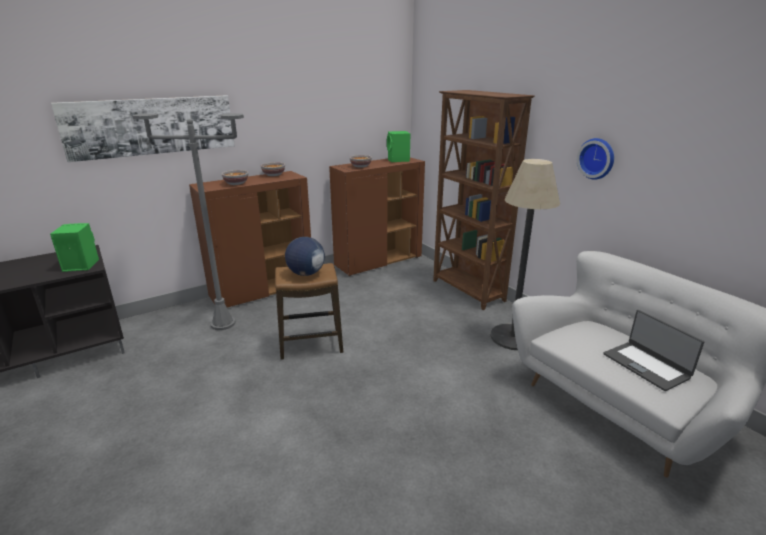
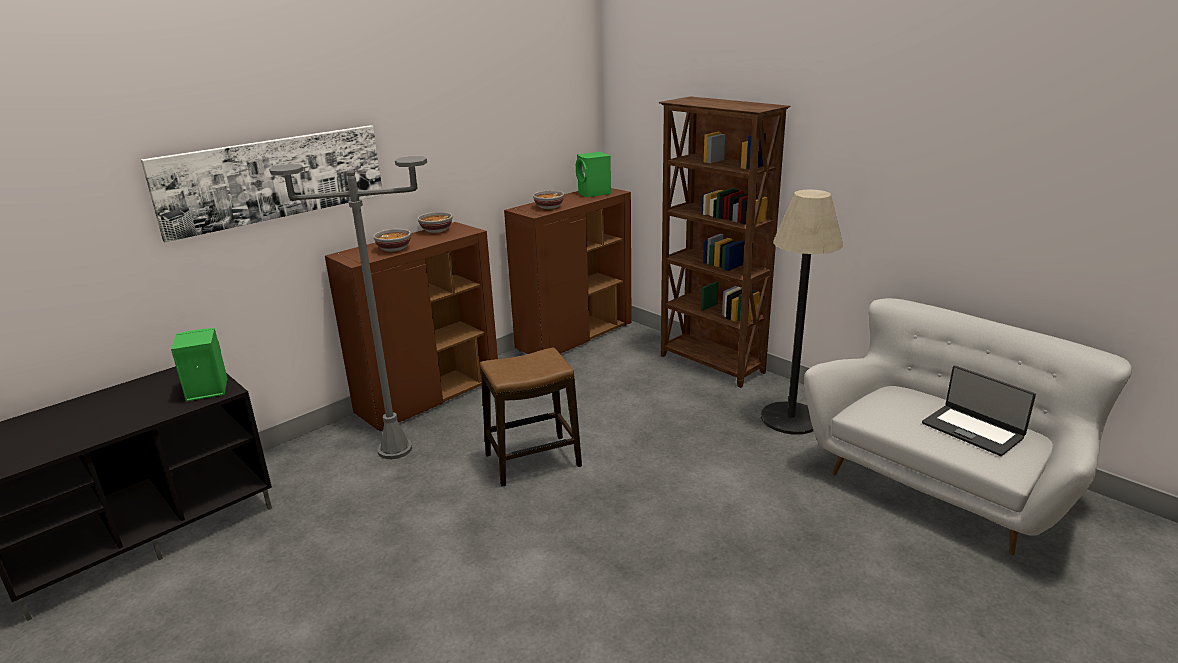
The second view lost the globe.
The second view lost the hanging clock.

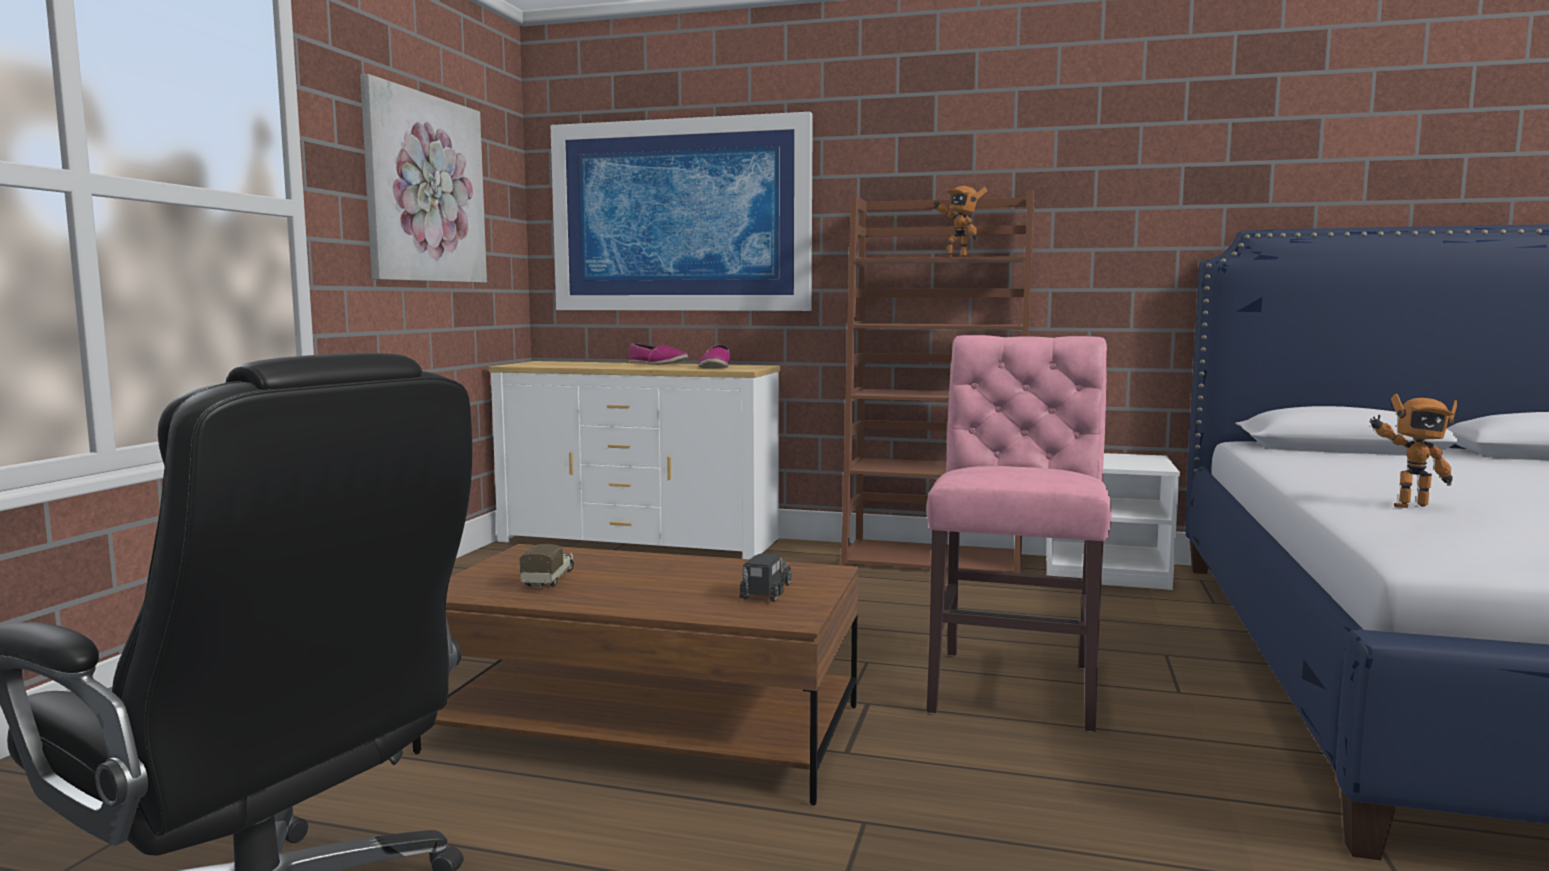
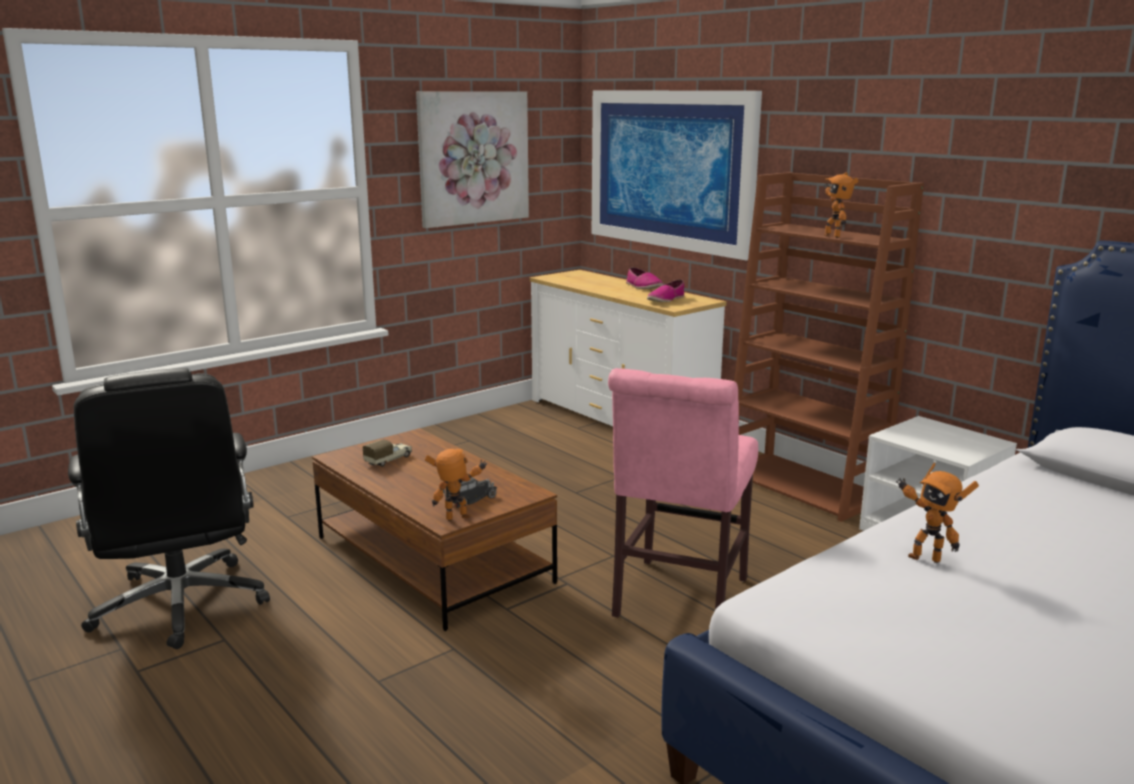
The second view gained the model robot (no. 1 from left).
The pink plain chair ended up facing another way, 150 degrees clockwise from before.

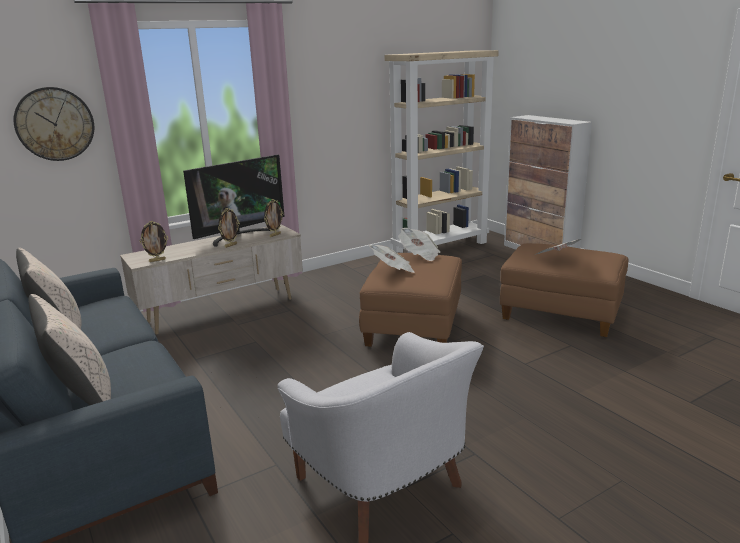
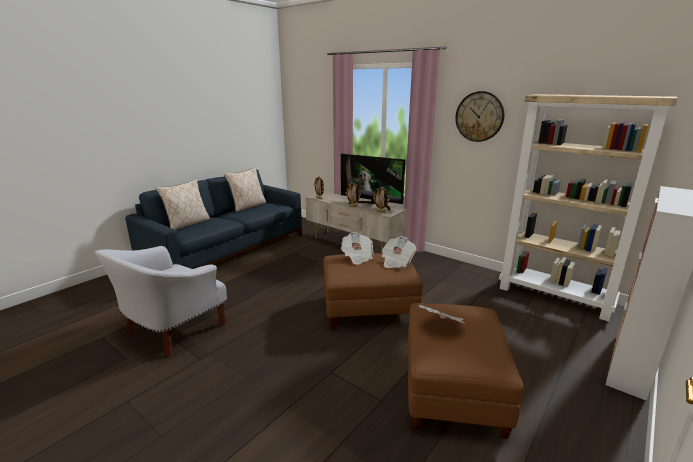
The hanging clock ended up elsewhere.

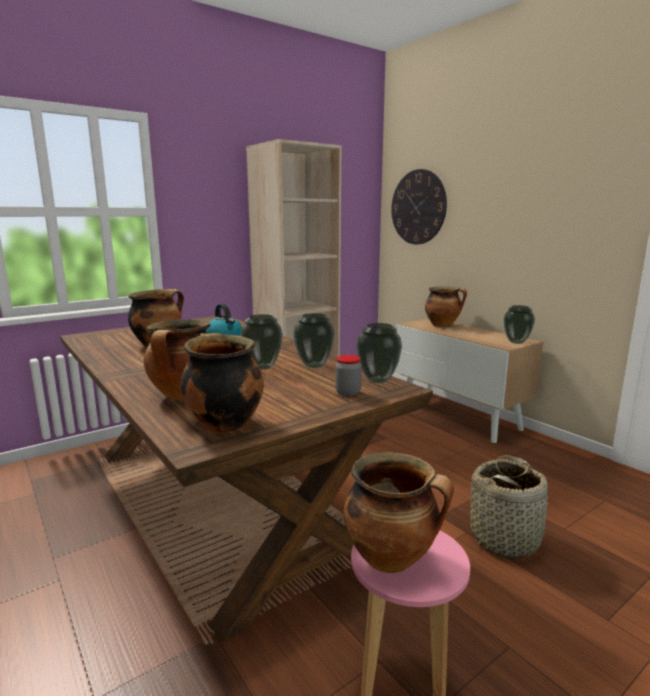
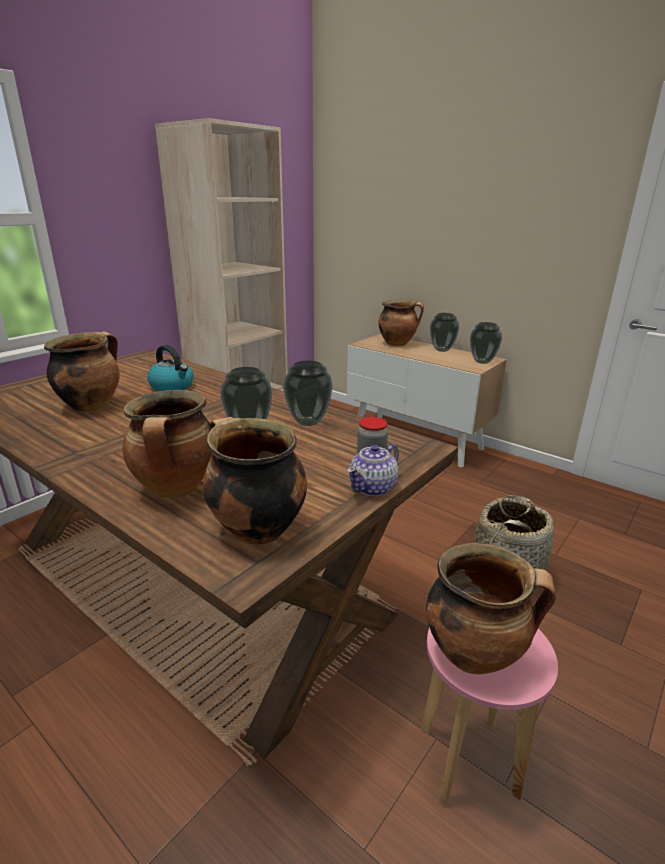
The second view lost the hanging clock.
The second view gained the pot for tea.
The vase (no. 3 from left) ended up elsewhere.

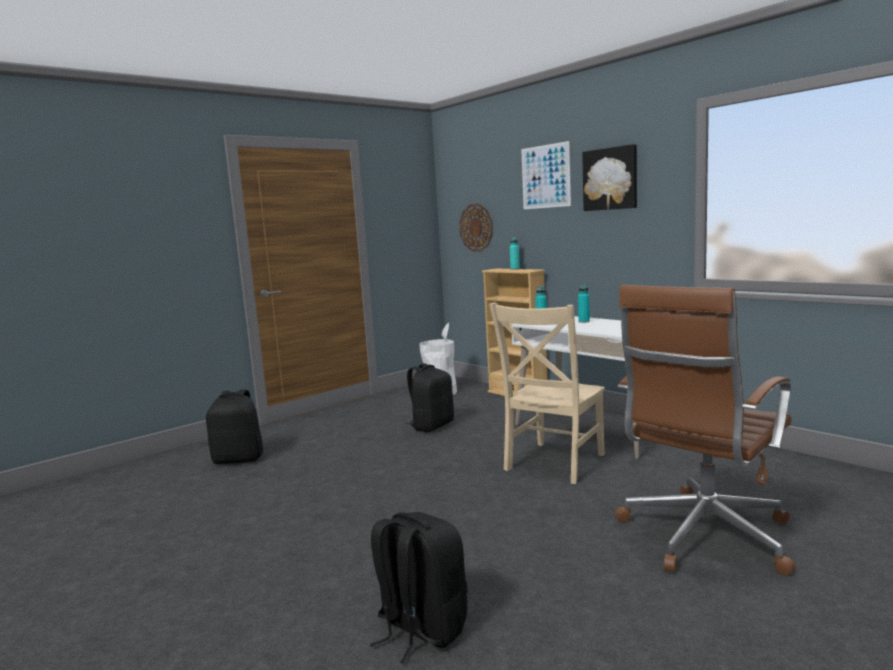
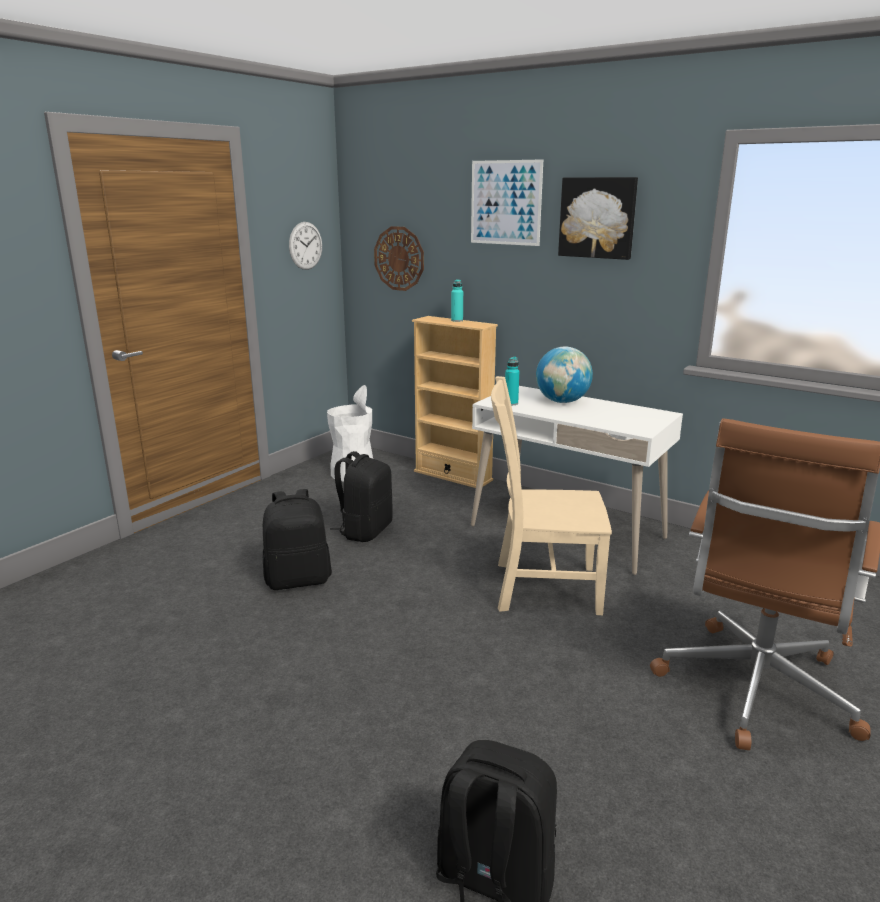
The second view gained the hanging clock (no. 1 from left).
The black-coloured backpack (no. 1 from left) ended up elsewhere.
Where the blue-green beverage bottle (no. 3 from left) stood, the globe came to stand.
The beige plain chair ended up facing another way, 75 degrees clockwise from before.

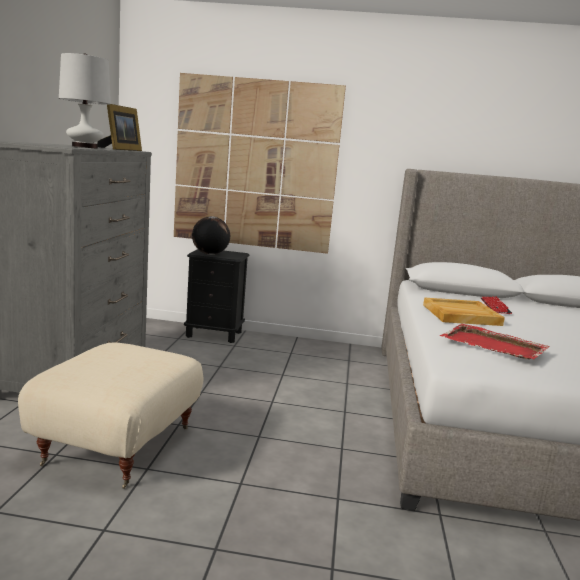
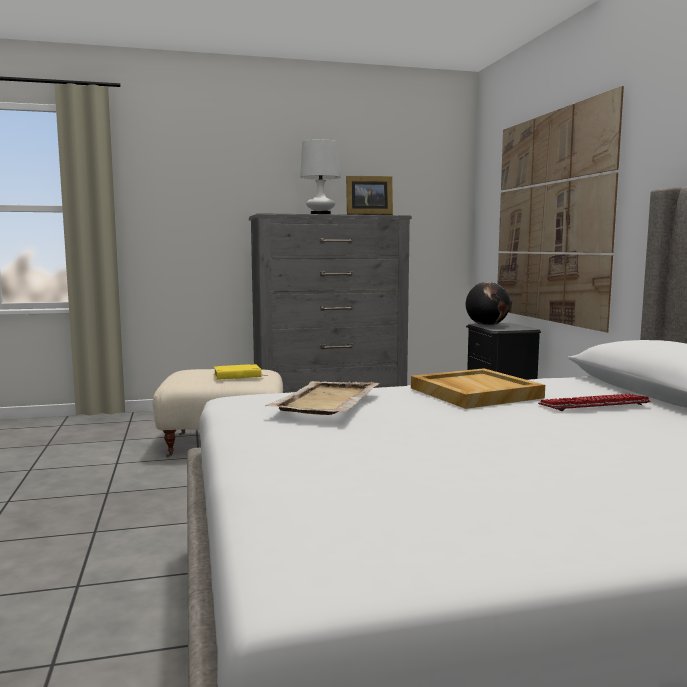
The second view gained the yellow-coloured book.
What was the reddish tray turned into the beige tray (no. 1 from left).

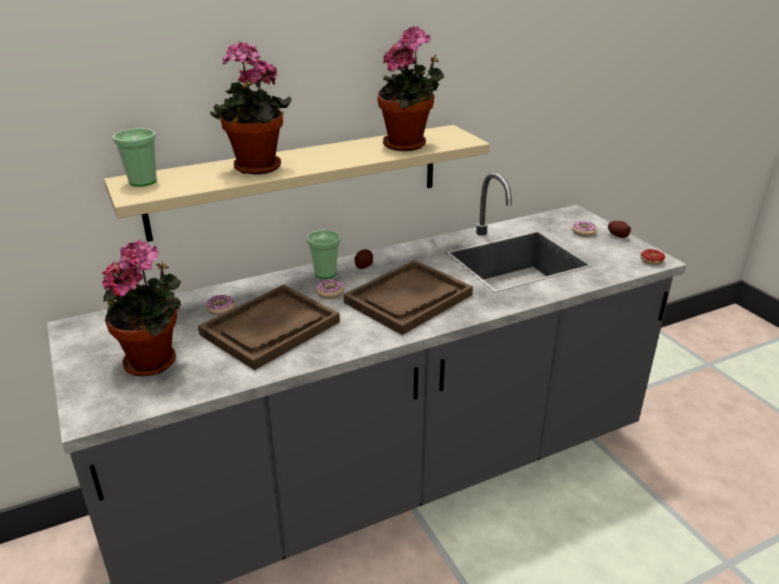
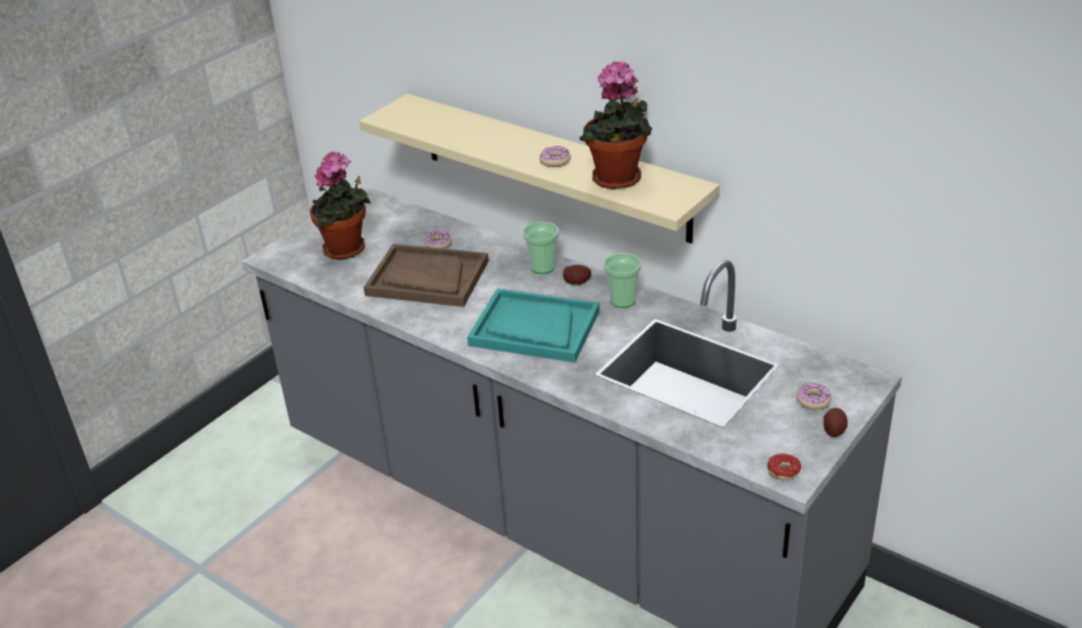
The second view lost the potted plant (no. 2 from left).
The drinking cup (no. 1 from left in the first image) ended up elsewhere.
The ring doughnut (no. 2 from left) ended up elsewhere.
What was the brown-coloured tray (no. 2 from left) turned into the blue-green tray.

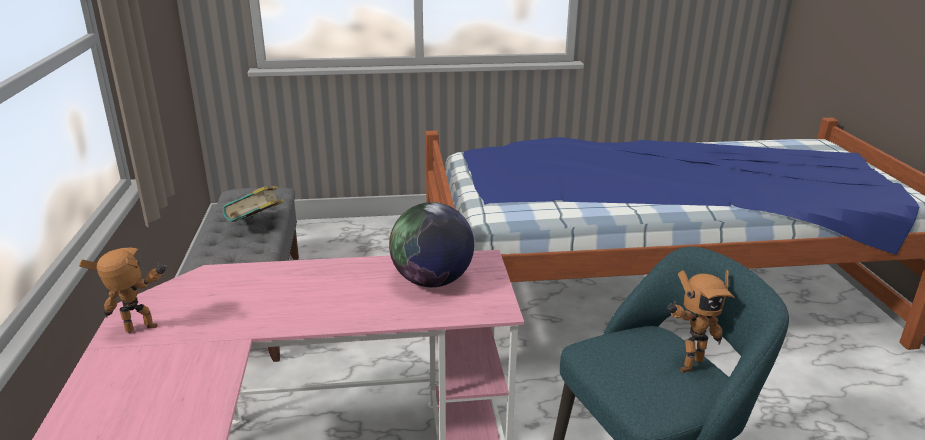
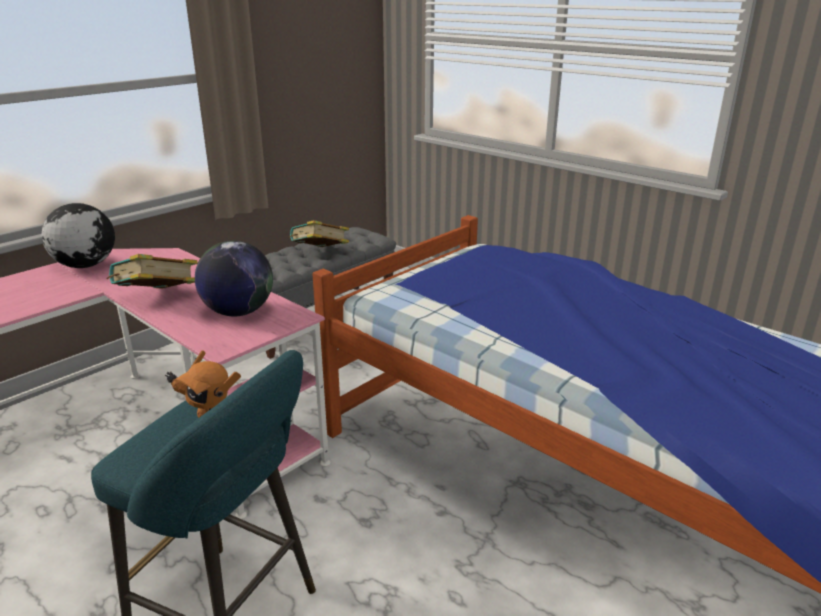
The second view gained the book (no. 1 from left).
Where the model robot (no. 1 from left) stood, the globe (no. 1 from left) came to stand.

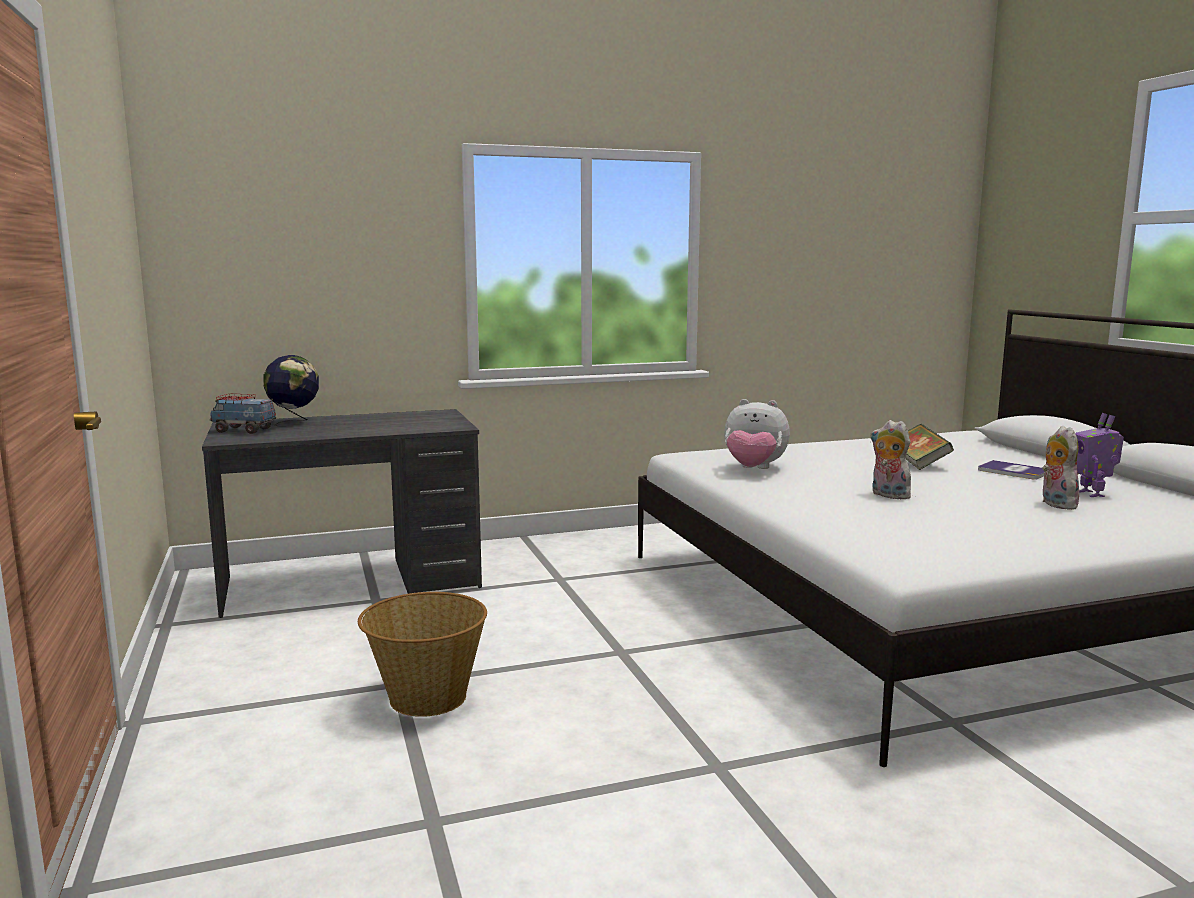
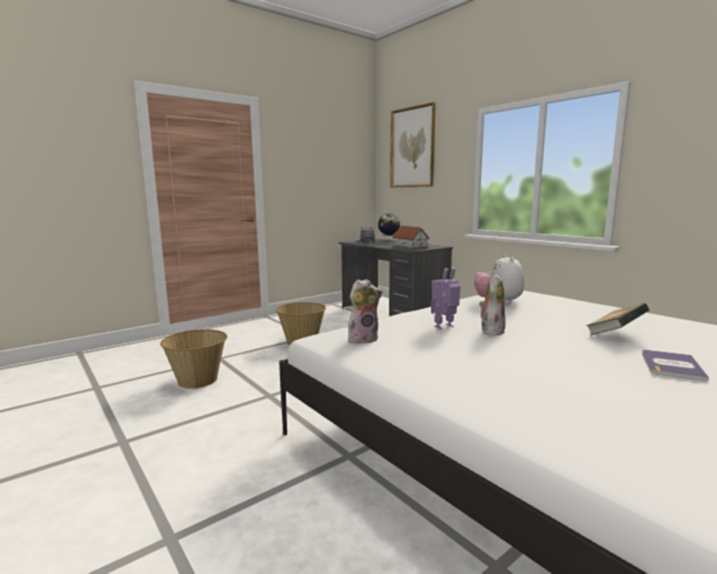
The second view gained the basket (no. 1 from left).
The second view gained the wall picture.
The second view gained the model house.
The soft toy (no. 3 from left in the first image) ended up elsewhere.
The model robot ended up elsewhere.

